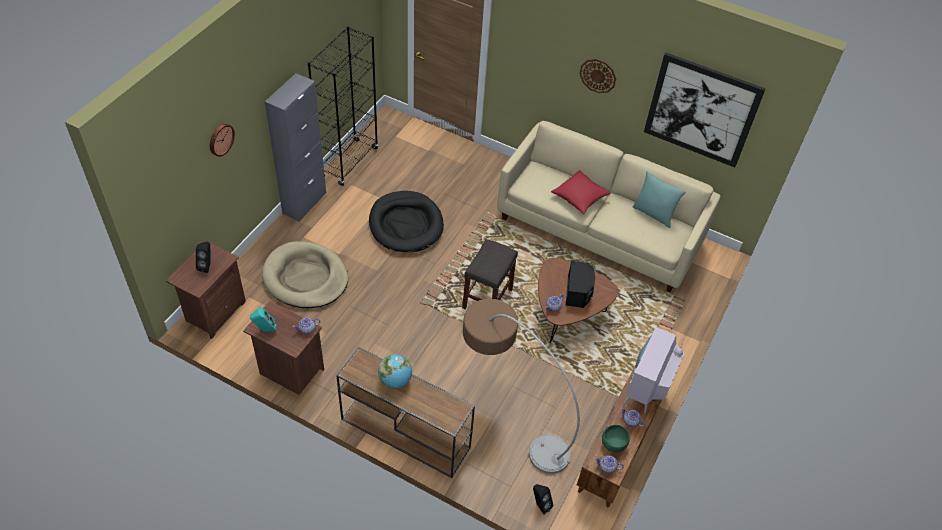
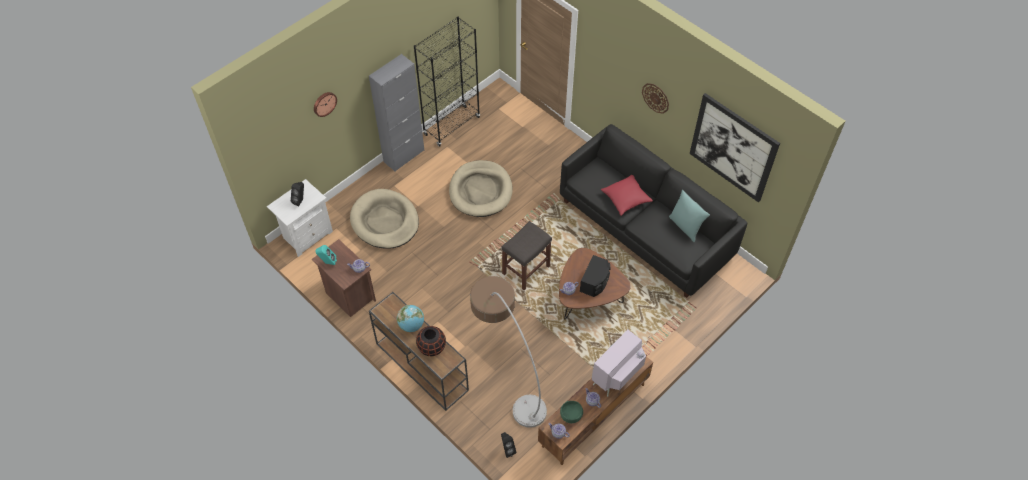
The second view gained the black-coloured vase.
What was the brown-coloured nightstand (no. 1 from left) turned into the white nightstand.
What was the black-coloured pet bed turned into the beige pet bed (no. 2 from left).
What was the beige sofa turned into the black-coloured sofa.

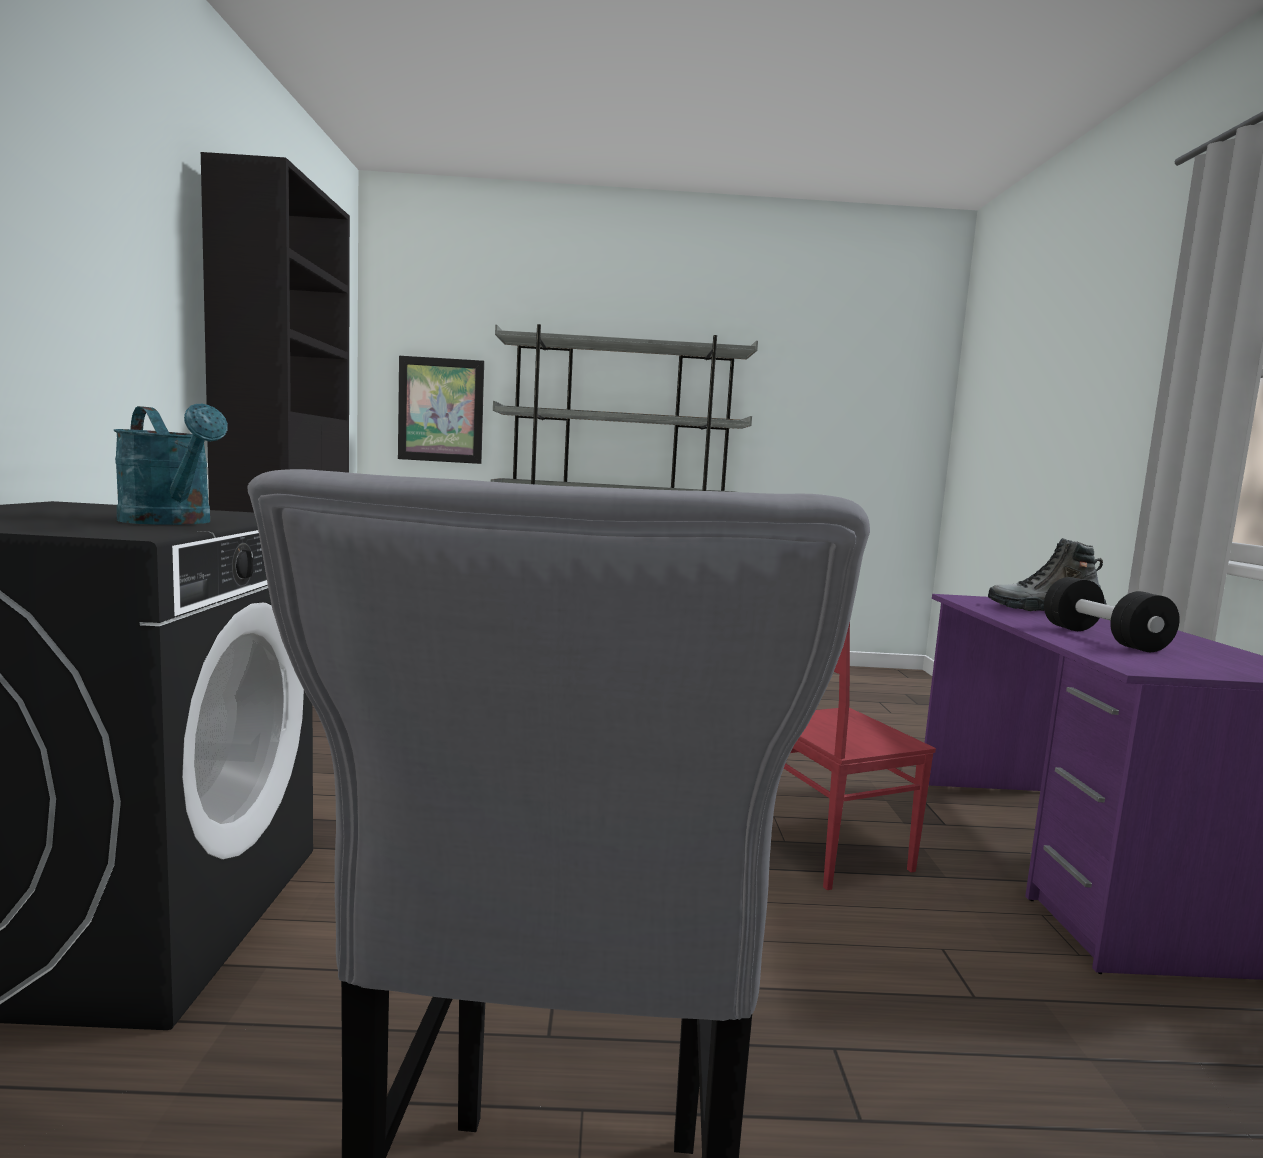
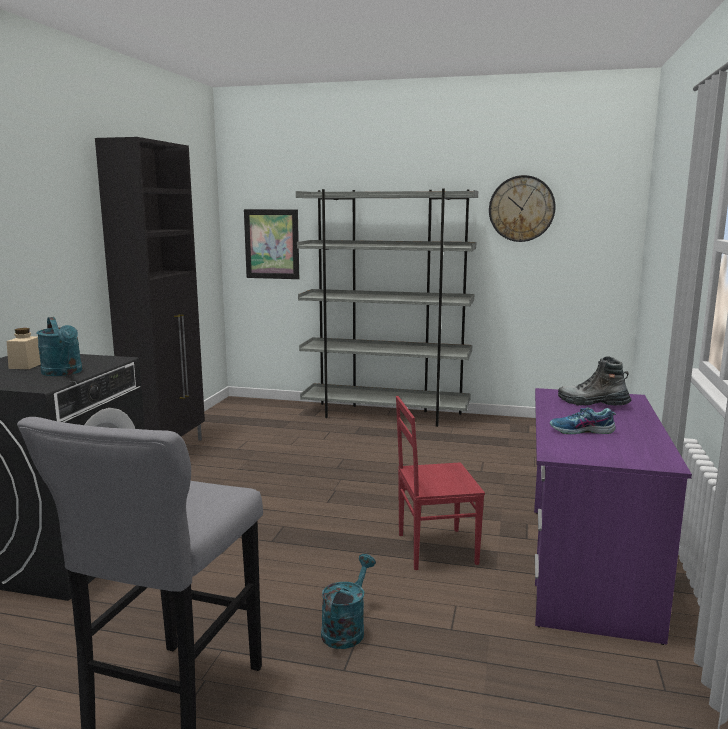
The second view gained the beige storage jar.
The second view gained the blue-green watering pot (no. 2 from left).
The second view gained the hanging clock.
Where the black-coloured hand weight stood, the low shoe came to stand.

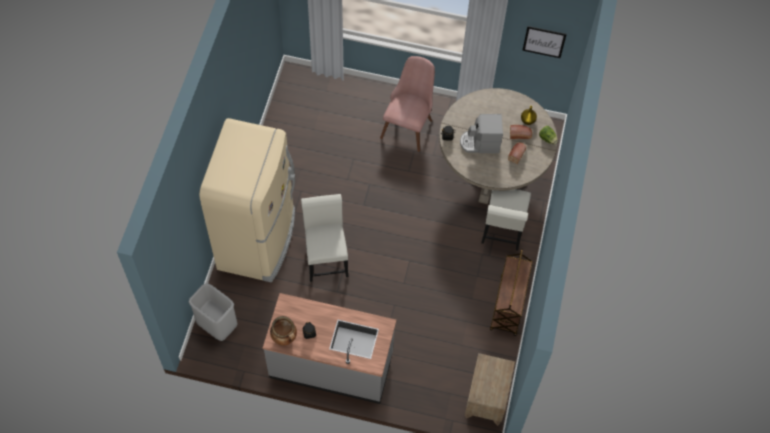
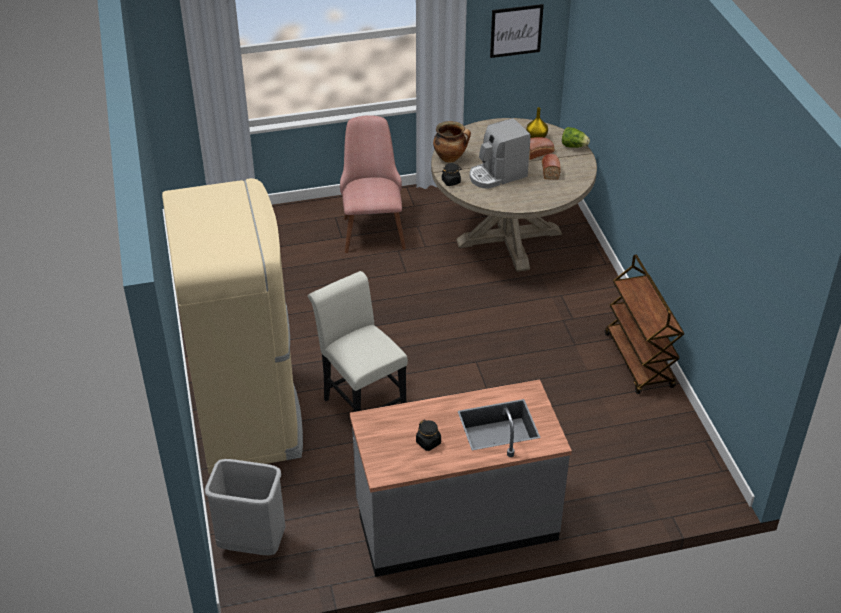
The second view lost the brown-coloured nightstand.
The second view lost the white plain chair (no. 2 from left).
The stockpot ended up elsewhere.

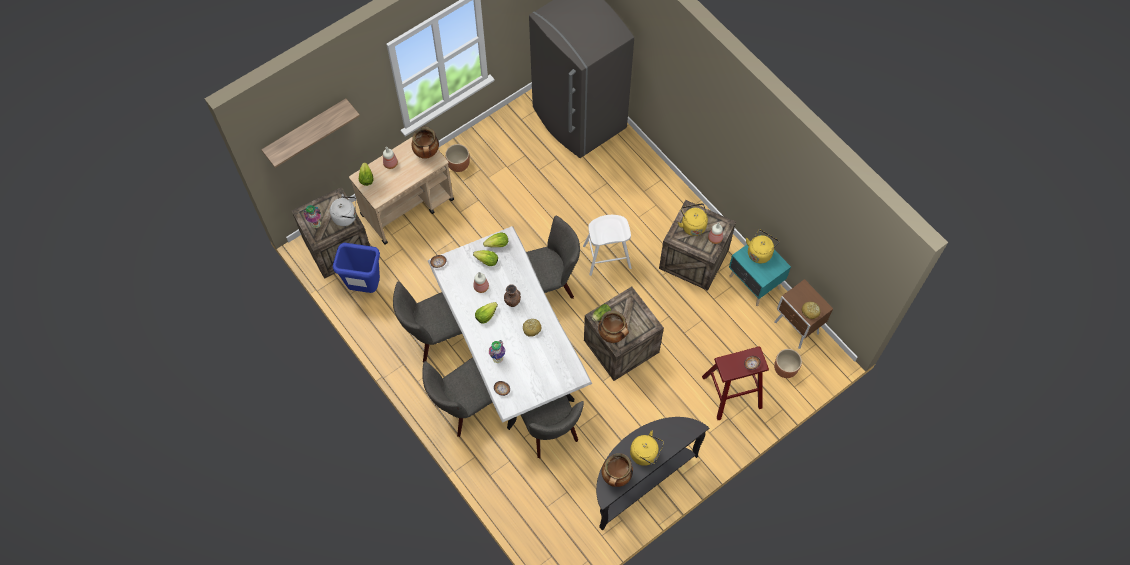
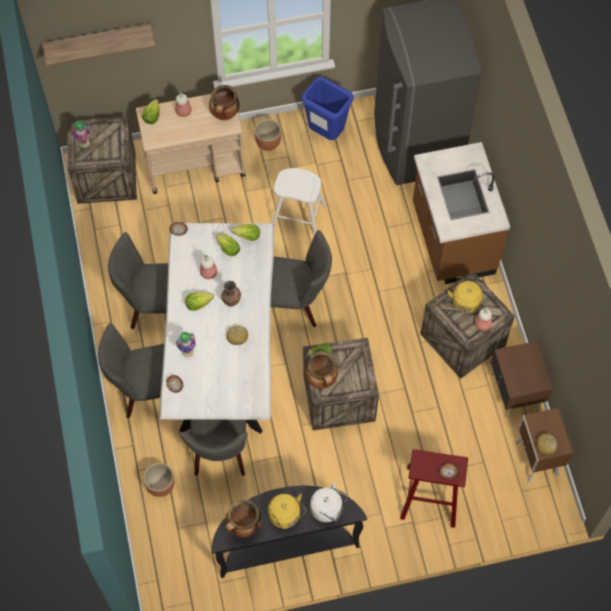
The second view lost the yellow-coloured kettle (no. 3 from left).
The second view gained the brown-coloured kitchen counter.
The white kettle ended up elsewhere.
The blue waste bin ended up elsewhere.
The white stool seat ended up elsewhere.
The brown-coloured flower pot (no. 2 from left in the first image) ended up elsewhere.
What was the blue-green nightstand turned into the brown-coloured nightstand (no. 1 from left).

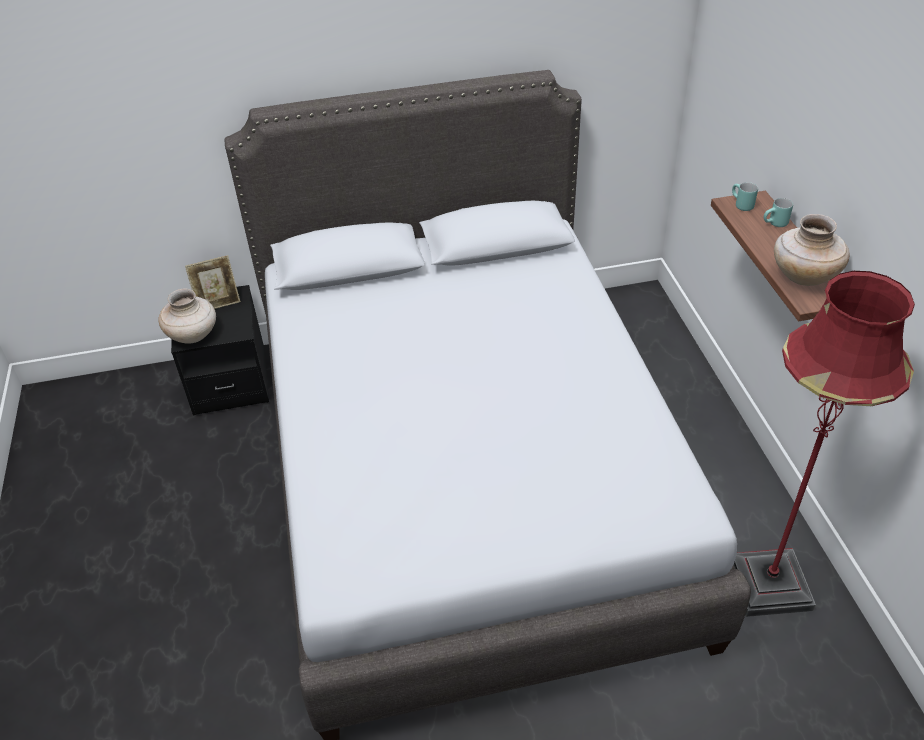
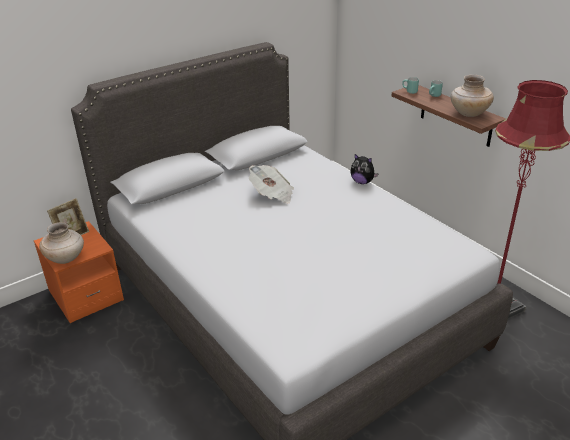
The second view gained the printed paper.
The second view gained the soft toy.
What was the black-coloured nightstand turned into the orange nightstand.

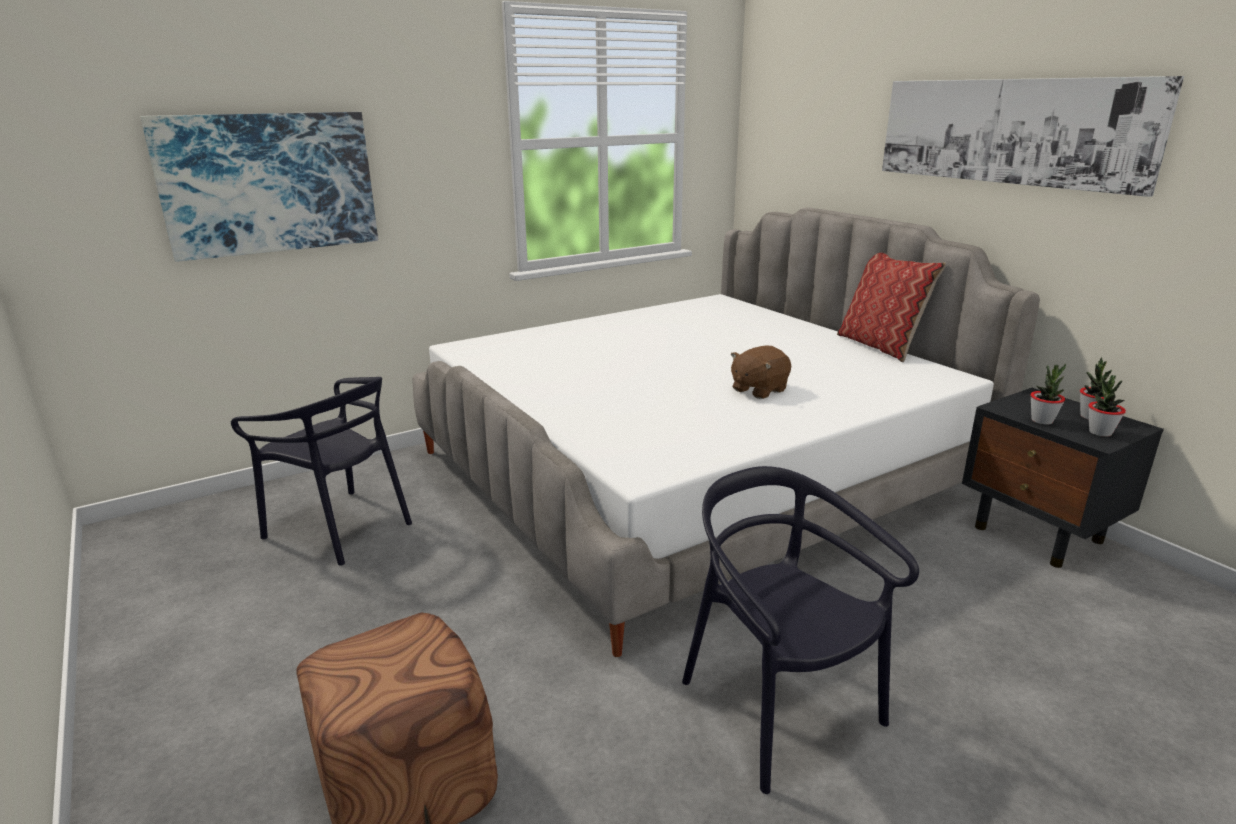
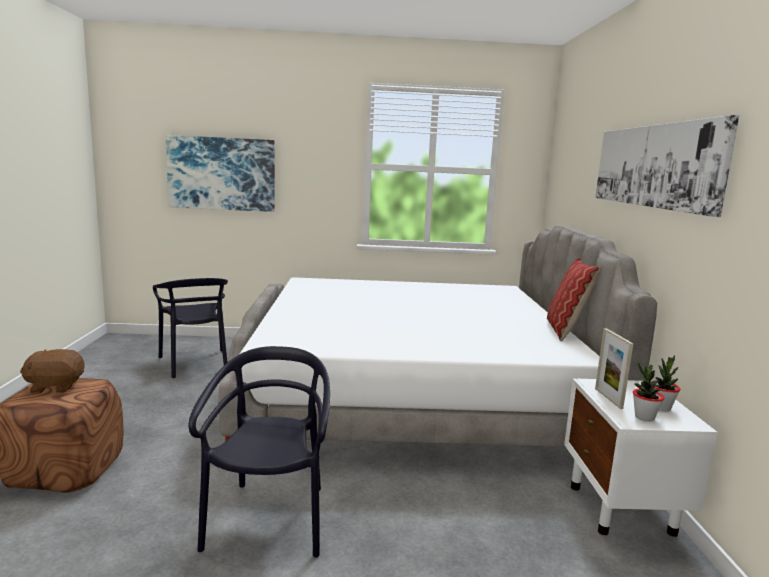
The brown-coloured soft toy ended up elsewhere.
Where the potted plant (no. 1 from left) stood, the standing frame came to stand.
What was the black-coloured nightstand turned into the white nightstand.

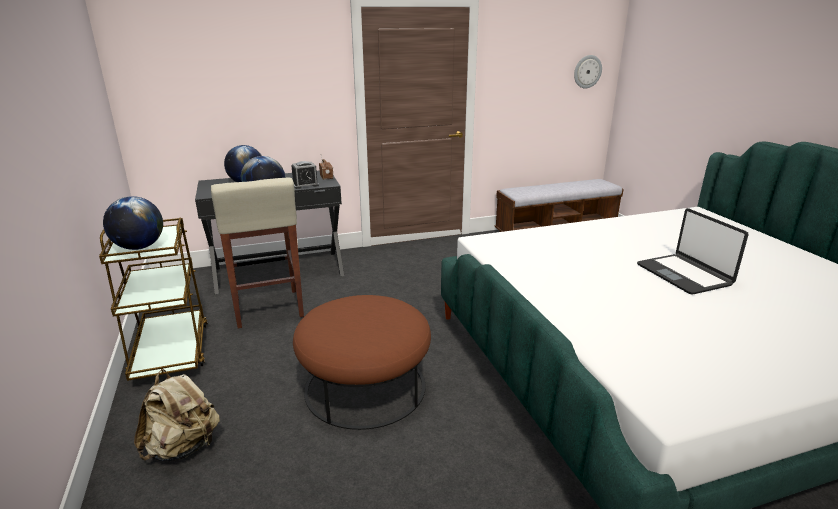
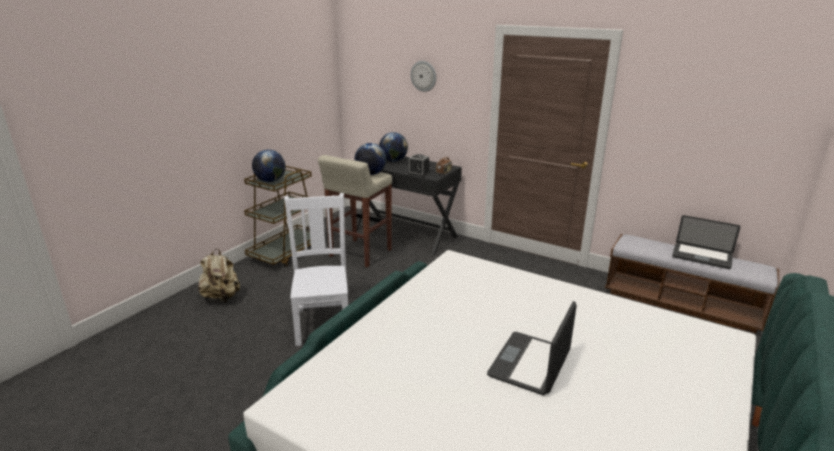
The second view gained the notebook computer (no. 2 from left).
The hanging clock ended up elsewhere.
Where the brown-coloured footrest stood, the white plain chair came to stand.

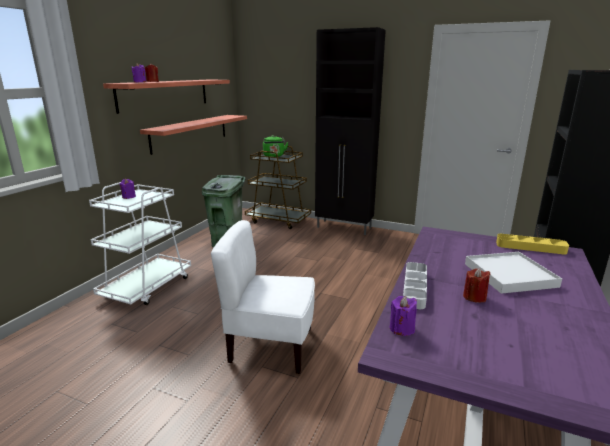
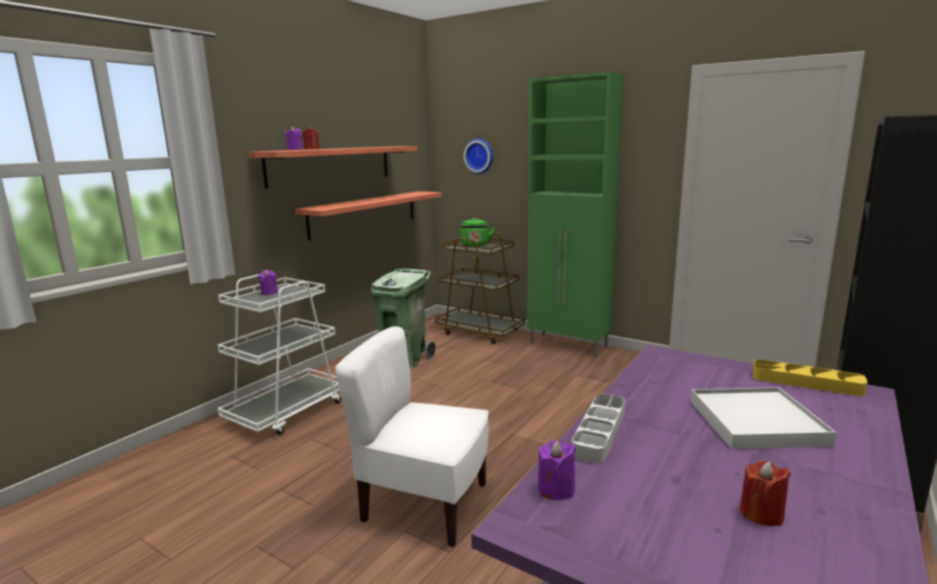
The second view gained the hanging clock.
The reddish wax candle (no. 2 from left) ended up elsewhere.
What was the black-coloured cabinet turned into the green cabinet.

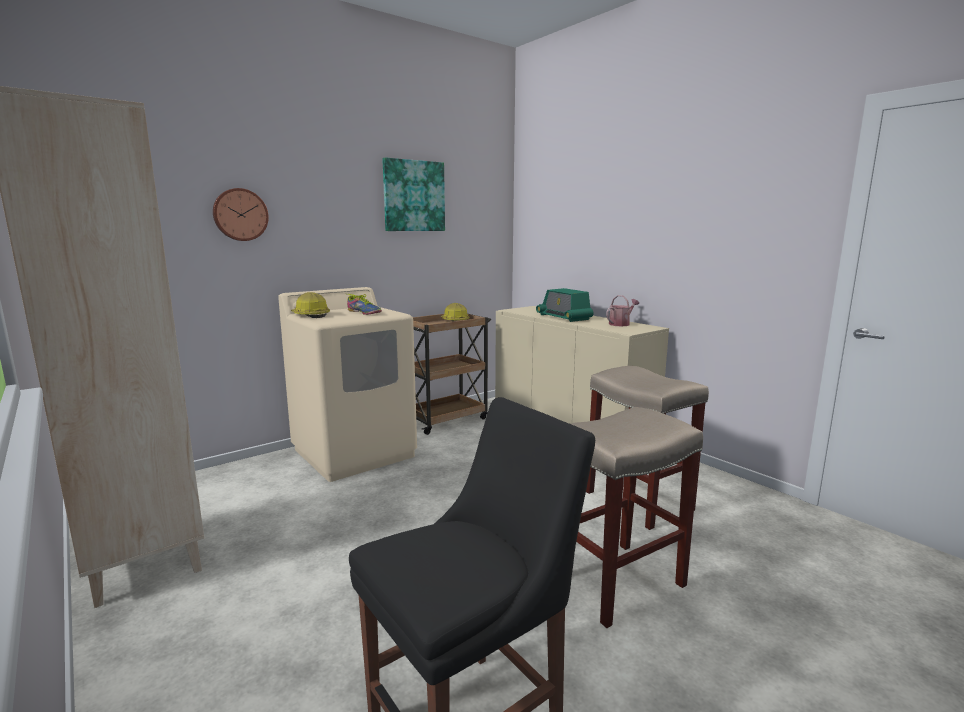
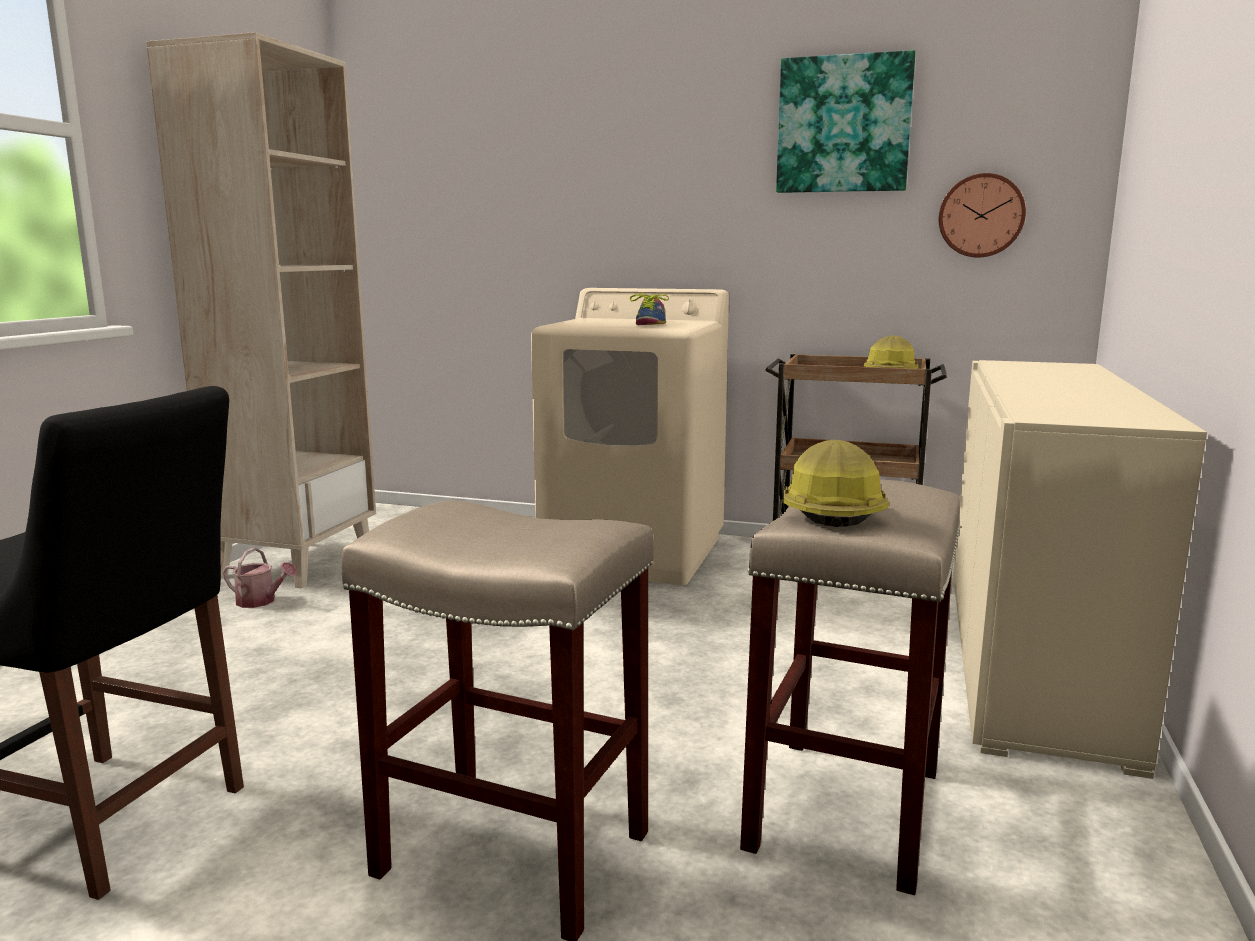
The second view lost the radio set.
The hanging clock ended up elsewhere.
The safety helmet (no. 1 from left) ended up elsewhere.
The watering pot ended up elsewhere.

